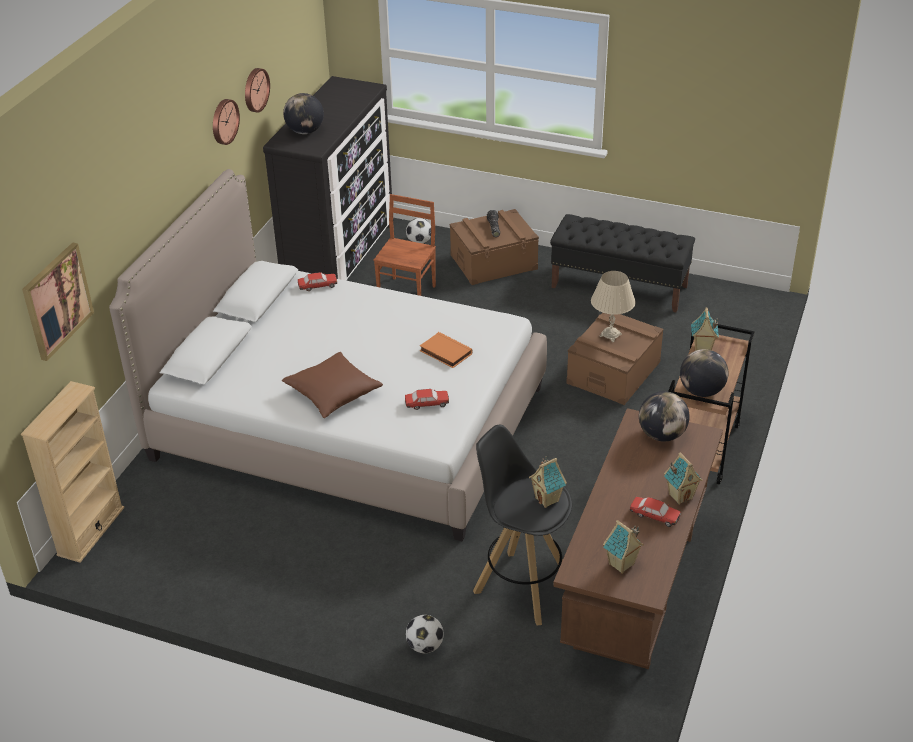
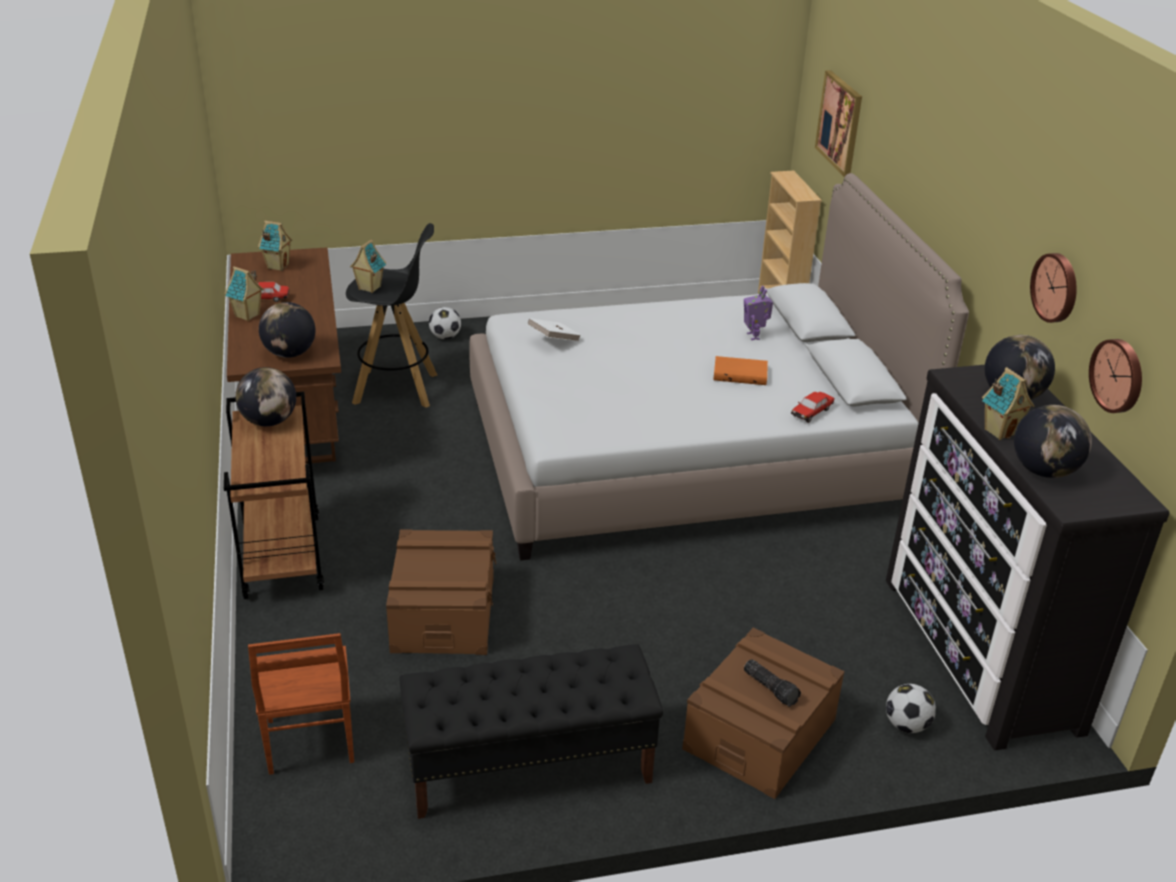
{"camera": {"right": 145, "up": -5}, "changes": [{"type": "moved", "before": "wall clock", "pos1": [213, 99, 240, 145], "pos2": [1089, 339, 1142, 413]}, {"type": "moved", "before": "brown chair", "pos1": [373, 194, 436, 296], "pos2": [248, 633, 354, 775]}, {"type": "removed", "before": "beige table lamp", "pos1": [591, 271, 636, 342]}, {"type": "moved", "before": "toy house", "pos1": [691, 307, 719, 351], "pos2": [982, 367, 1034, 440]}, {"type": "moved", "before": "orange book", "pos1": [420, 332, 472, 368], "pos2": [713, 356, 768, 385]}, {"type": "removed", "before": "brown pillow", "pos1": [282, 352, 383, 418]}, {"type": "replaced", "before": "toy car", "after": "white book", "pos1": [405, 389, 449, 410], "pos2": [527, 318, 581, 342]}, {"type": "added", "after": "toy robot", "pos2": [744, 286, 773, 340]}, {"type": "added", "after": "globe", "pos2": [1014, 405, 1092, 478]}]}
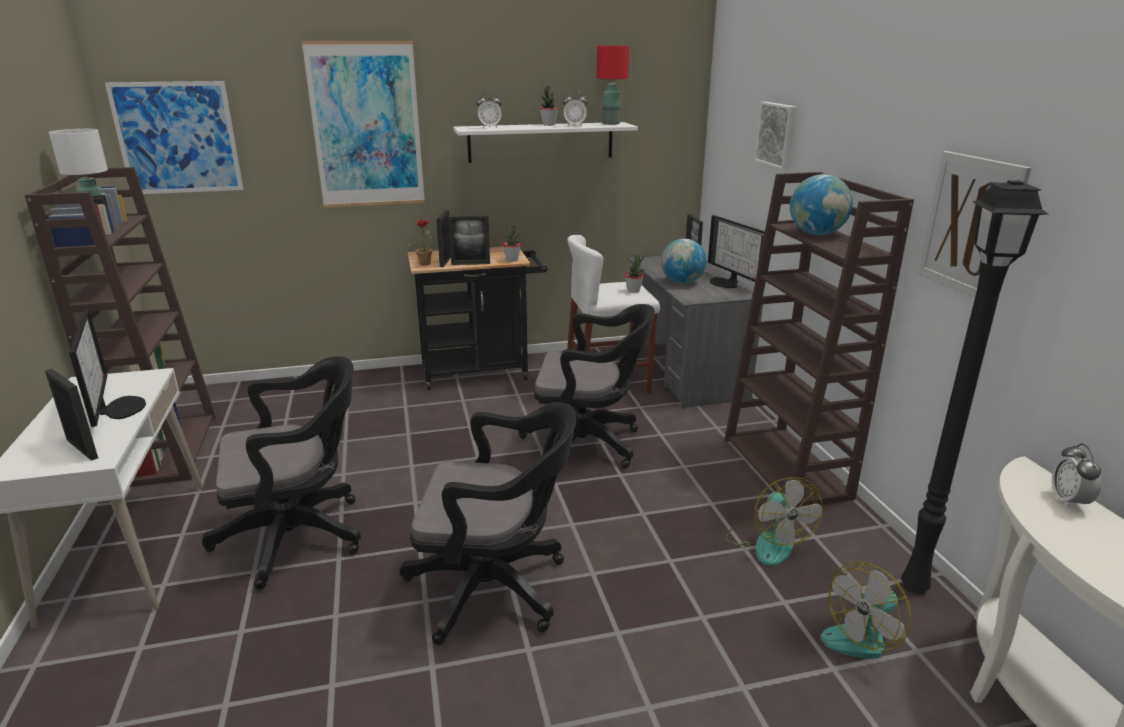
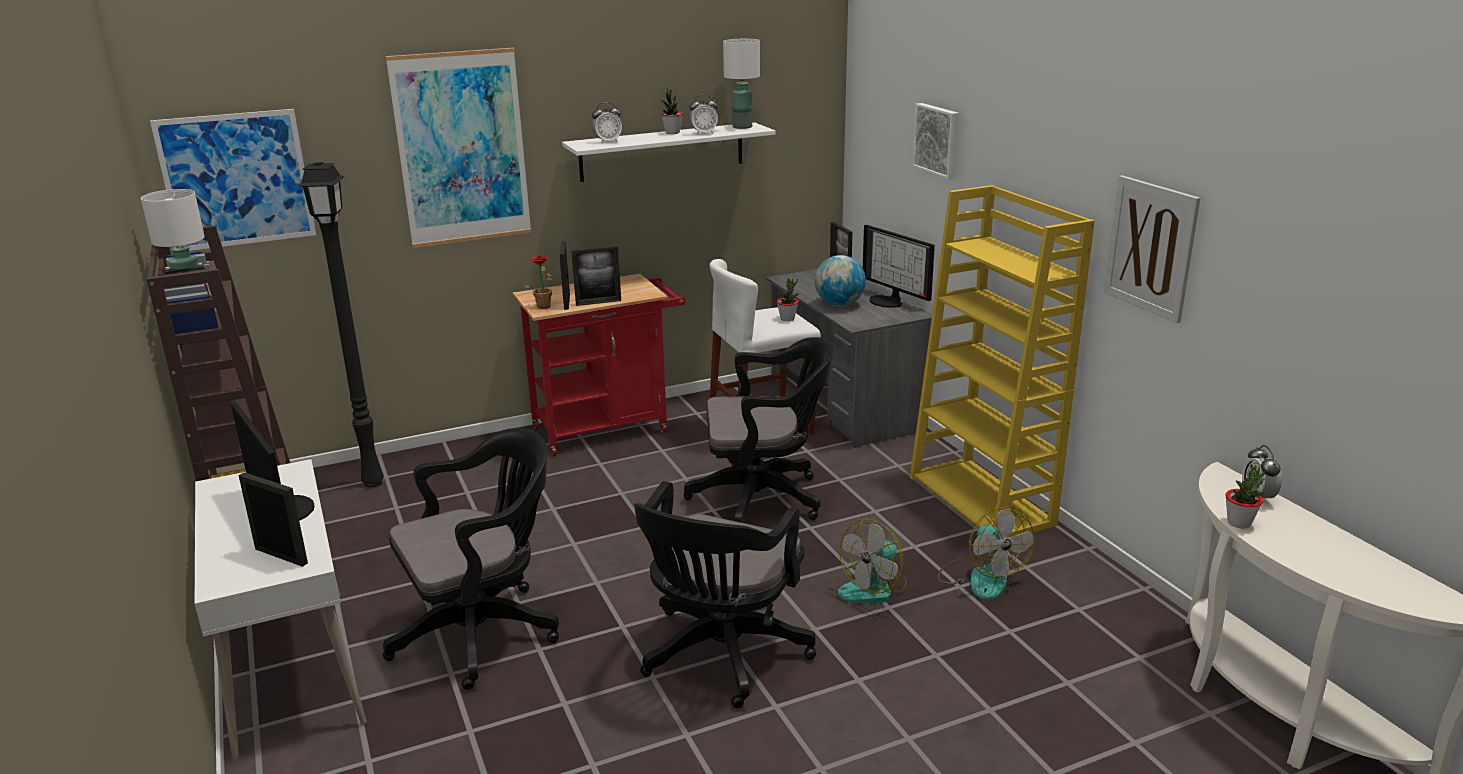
{"camera": {"right": -10, "up": 0}, "changes": [{"type": "recoloured", "before": "red table lamp", "after": "white table lamp", "pos1": [597, 46, 629, 125], "pos2": [723, 39, 760, 129]}, {"type": "recoloured", "before": "brown bookcase", "after": "yellow bookcase", "pos1": [725, 172, 914, 508], "pos2": [910, 185, 1095, 538]}, {"type": "removed", "before": "globe", "pos1": [790, 174, 853, 235]}, {"type": "moved", "before": "black floor lamp", "pos1": [901, 180, 1048, 594], "pos2": [298, 162, 384, 487]}, {"type": "moved", "before": "potted plant", "pos1": [502, 224, 521, 262], "pos2": [1225, 465, 1265, 528]}, {"type": "recoloured", "before": "black cart", "after": "red cart", "pos1": [408, 246, 548, 390], "pos2": [513, 274, 686, 456]}, {"type": "turned", "before": "black office chair", "pos1": [400, 402, 577, 645], "pos2": [634, 481, 816, 708], "turn": 120}, {"type": "moved", "before": "fan", "pos1": [821, 561, 911, 659], "pos2": [838, 519, 907, 604]}]}
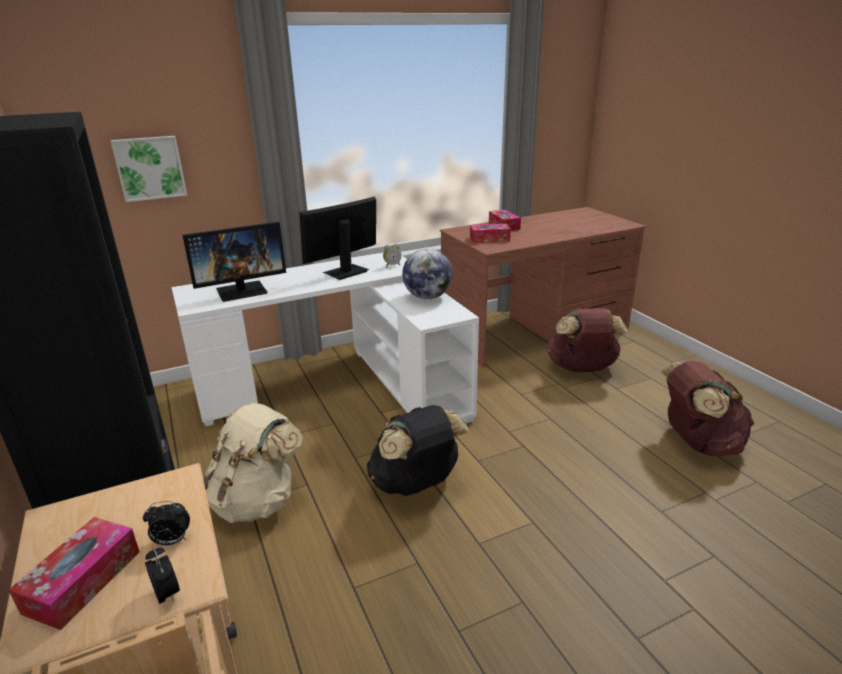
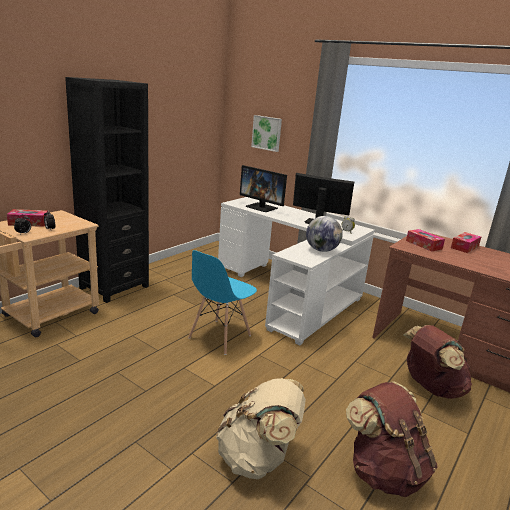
{"camera": {"right": 60, "up": -5}, "changes": [{"type": "moved", "before": "beige backpack", "pos1": [203, 402, 303, 523], "pos2": [216, 378, 306, 479]}, {"type": "replaced", "before": "black backpack", "after": "blue chair", "pos1": [367, 405, 469, 496], "pos2": [188, 250, 257, 355]}]}
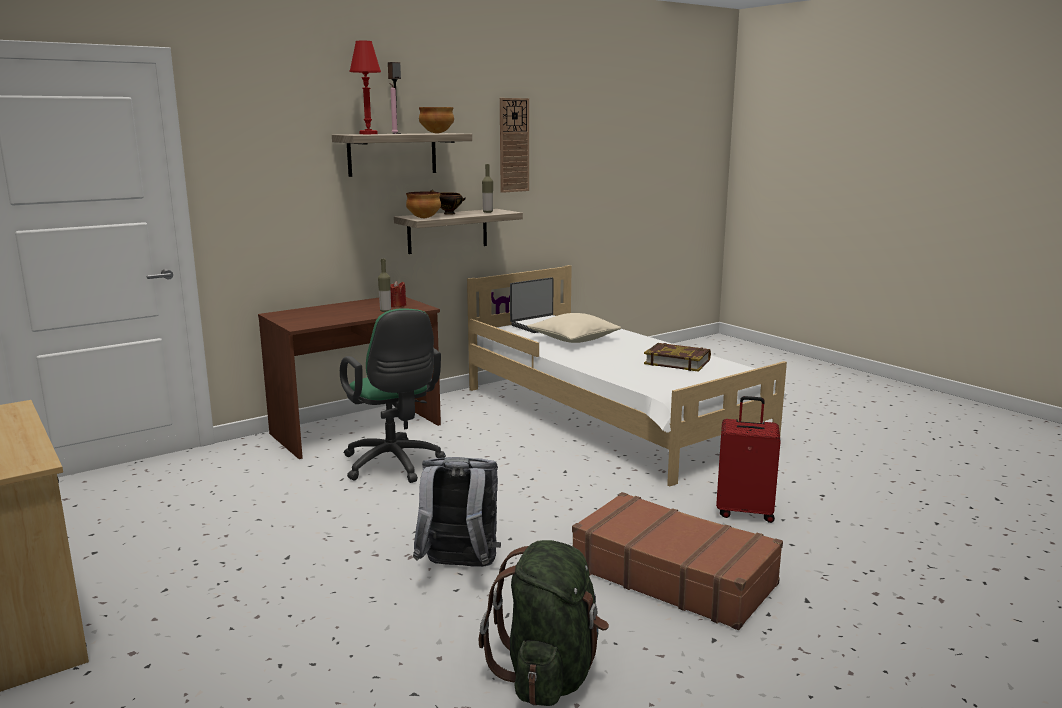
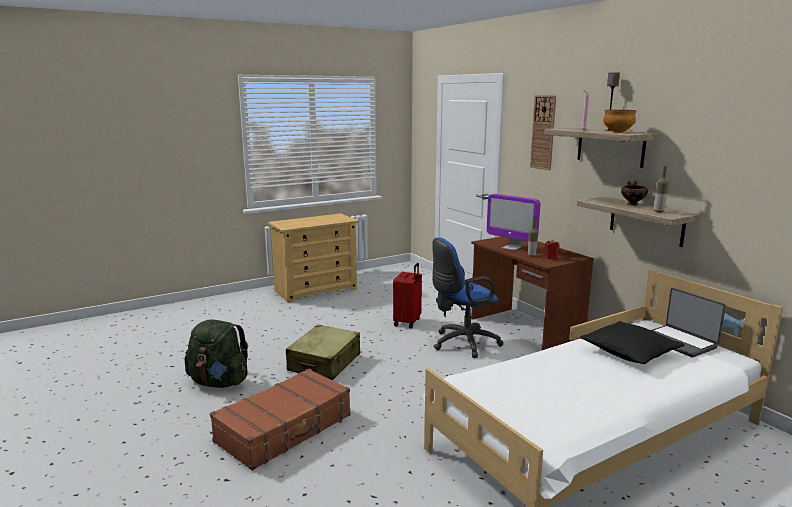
{"camera": {"right": 95, "up": 0}, "changes": [{"type": "removed", "before": "red table lamp", "pos1": [350, 41, 381, 134]}, {"type": "moved", "before": "wall clock", "pos1": [500, 98, 529, 193], "pos2": [530, 95, 556, 171]}, {"type": "removed", "before": "bowl", "pos1": [406, 192, 441, 218]}, {"type": "recoloured", "before": "green office chair", "after": "blue office chair", "pos1": [340, 308, 446, 483], "pos2": [432, 237, 504, 358]}, {"type": "recoloured", "before": "beige pillow", "after": "black pillow", "pos1": [527, 313, 621, 343], "pos2": [580, 321, 685, 364]}, {"type": "removed", "before": "book", "pos1": [644, 343, 711, 372]}, {"type": "moved", "before": "red suitcase", "pos1": [716, 396, 781, 523], "pos2": [393, 263, 422, 329]}, {"type": "replaced", "before": "grey backpack", "after": "beige suitcase", "pos1": [413, 457, 501, 567], "pos2": [286, 325, 360, 381]}, {"type": "added", "after": "monitor", "pos2": [487, 194, 540, 251]}]}
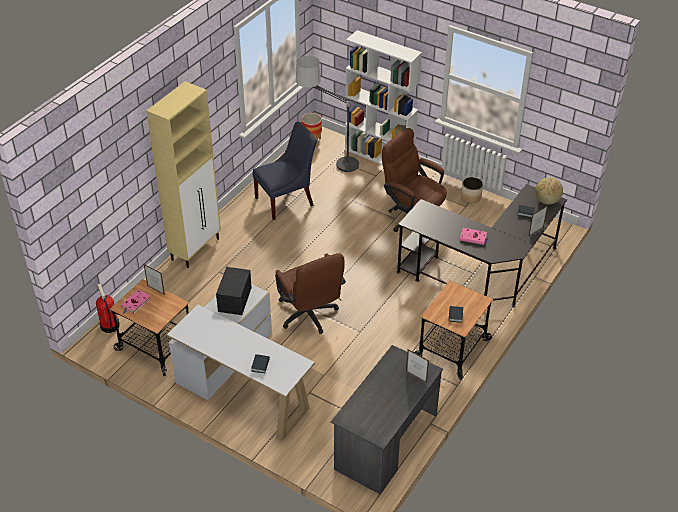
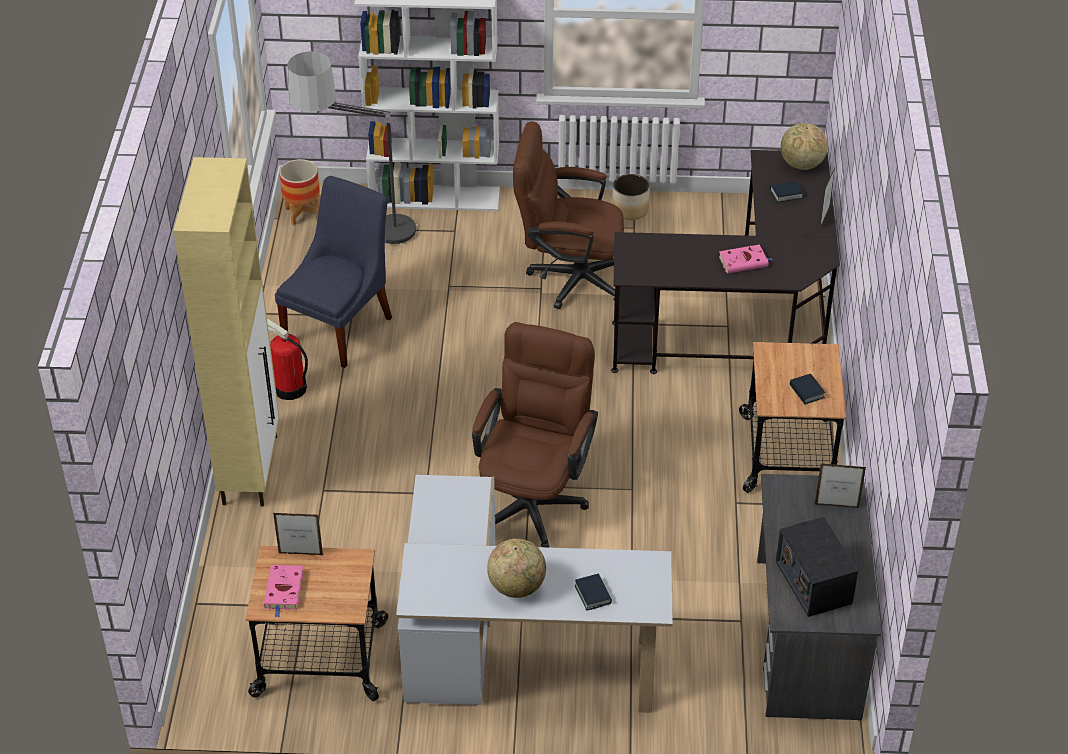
{"camera": {"right": -30, "up": 0}, "changes": [{"type": "turned", "before": "brown office chair", "pos1": [275, 253, 346, 334], "pos2": [472, 322, 598, 548], "turn": -105}, {"type": "moved", "before": "radio", "pos1": [216, 267, 252, 315], "pos2": [776, 517, 858, 617]}, {"type": "moved", "before": "fire extinguisher", "pos1": [96, 283, 120, 333], "pos2": [267, 318, 308, 400]}, {"type": "added", "after": "globe", "pos2": [487, 538, 546, 598]}]}
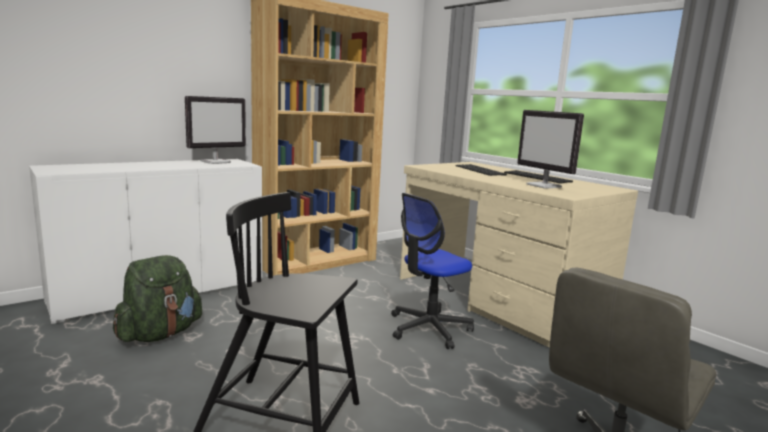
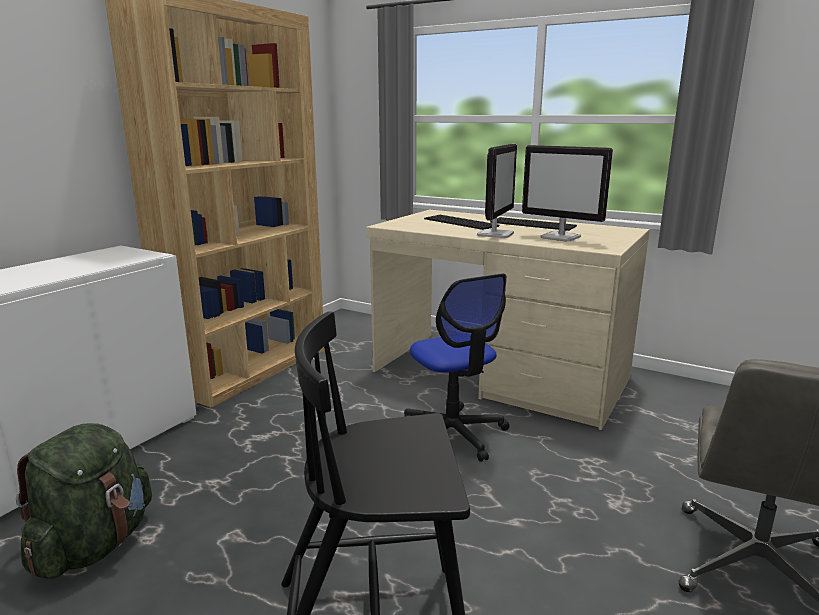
{"camera": {"right": -20, "up": 5}, "changes": [{"type": "moved", "before": "monitor", "pos1": [185, 96, 246, 164], "pos2": [477, 144, 517, 238]}, {"type": "turned", "before": "office chair", "pos1": [391, 193, 474, 349], "pos2": [404, 273, 510, 462], "turn": -60}]}
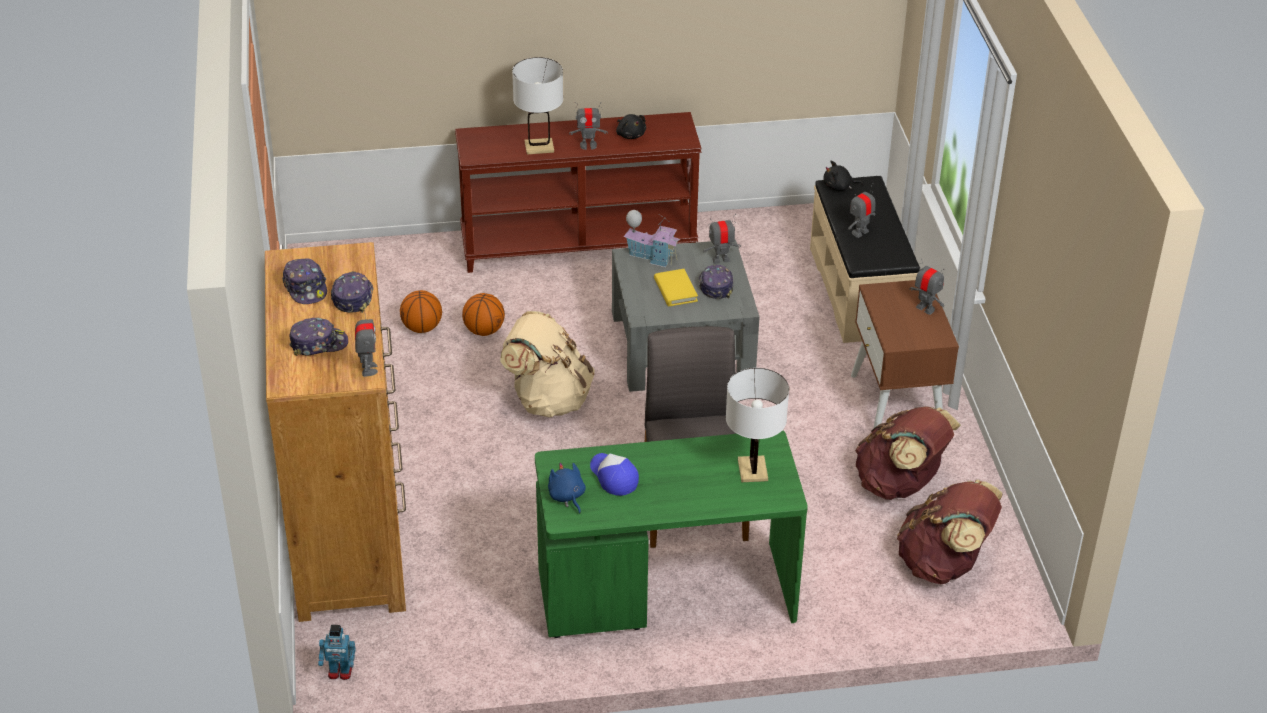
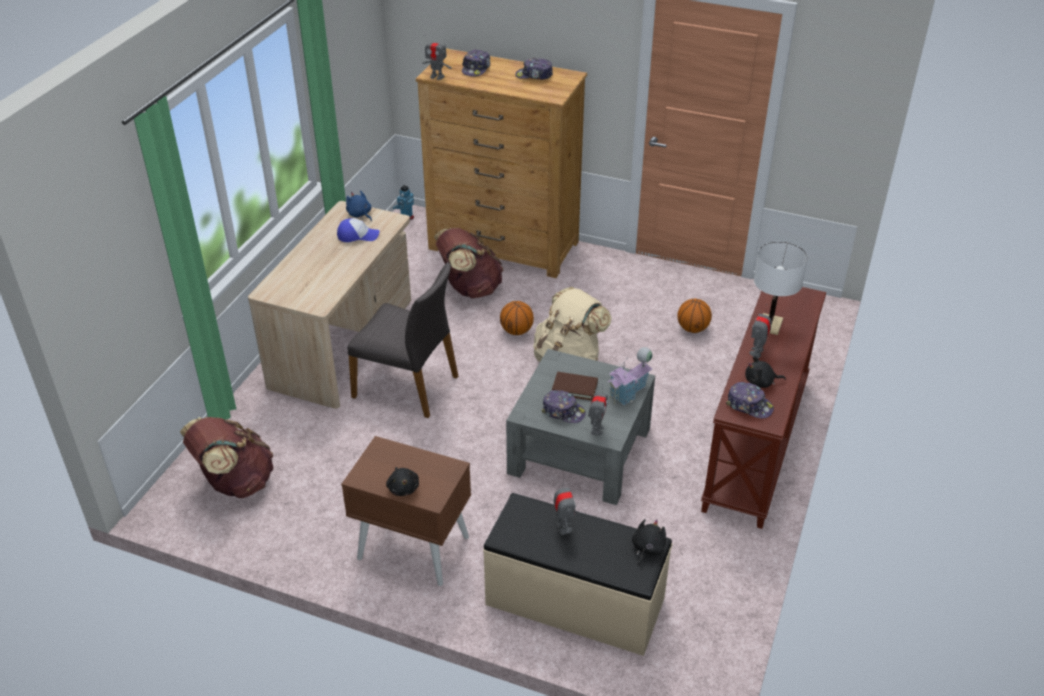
{"camera": {"right": 120, "up": 0}, "changes": [{"type": "replaced", "before": "toy robot", "after": "black plush toy", "pos1": [909, 258, 944, 315], "pos2": [386, 467, 419, 496]}, {"type": "recoloured", "before": "yellow book", "after": "brown book", "pos1": [654, 269, 698, 306], "pos2": [552, 372, 598, 401]}, {"type": "moved", "before": "cap", "pos1": [331, 271, 374, 313], "pos2": [726, 382, 774, 418]}, {"type": "moved", "before": "basketball", "pos1": [462, 293, 505, 336], "pos2": [500, 301, 534, 335]}, {"type": "removed", "before": "white table lamp", "pos1": [726, 368, 789, 482]}, {"type": "moved", "before": "brown backpack", "pos1": [855, 406, 961, 500], "pos2": [434, 228, 504, 298]}, {"type": "recoloured", "before": "green desk", "after": "beige desk", "pos1": [535, 430, 808, 638], "pos2": [248, 201, 411, 409]}, {"type": "turned", "before": "blue plush toy", "pos1": [548, 463, 586, 514], "pos2": [346, 190, 372, 221], "turn": -135}]}
